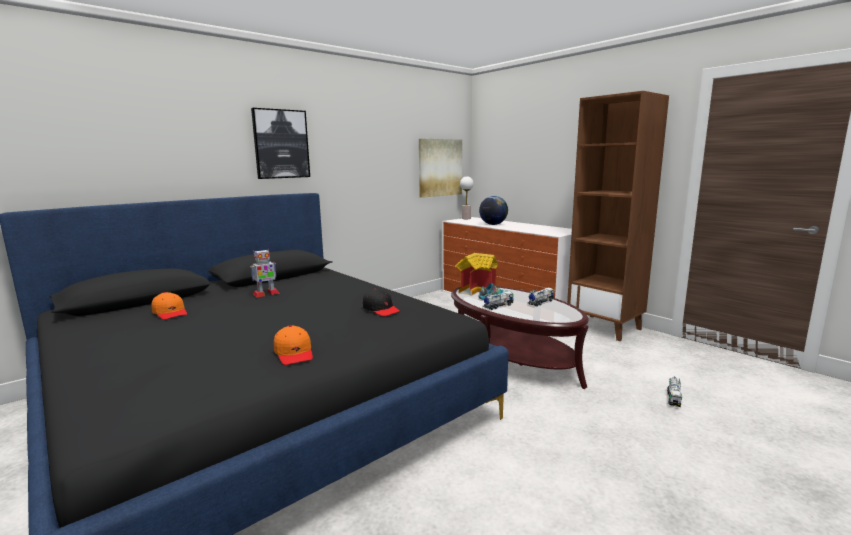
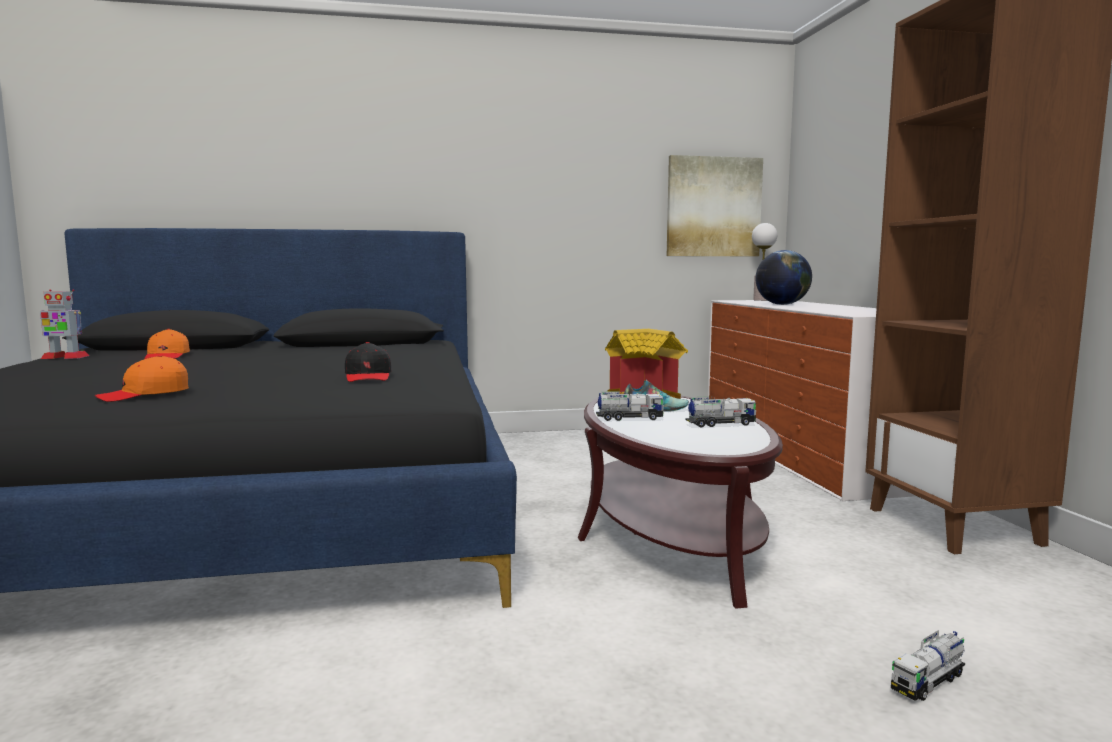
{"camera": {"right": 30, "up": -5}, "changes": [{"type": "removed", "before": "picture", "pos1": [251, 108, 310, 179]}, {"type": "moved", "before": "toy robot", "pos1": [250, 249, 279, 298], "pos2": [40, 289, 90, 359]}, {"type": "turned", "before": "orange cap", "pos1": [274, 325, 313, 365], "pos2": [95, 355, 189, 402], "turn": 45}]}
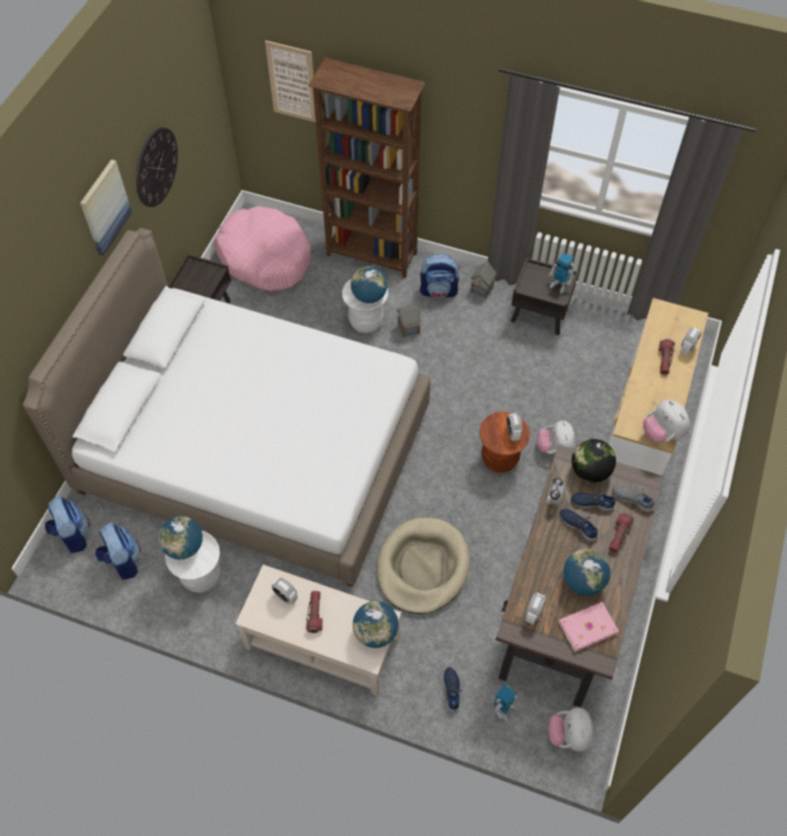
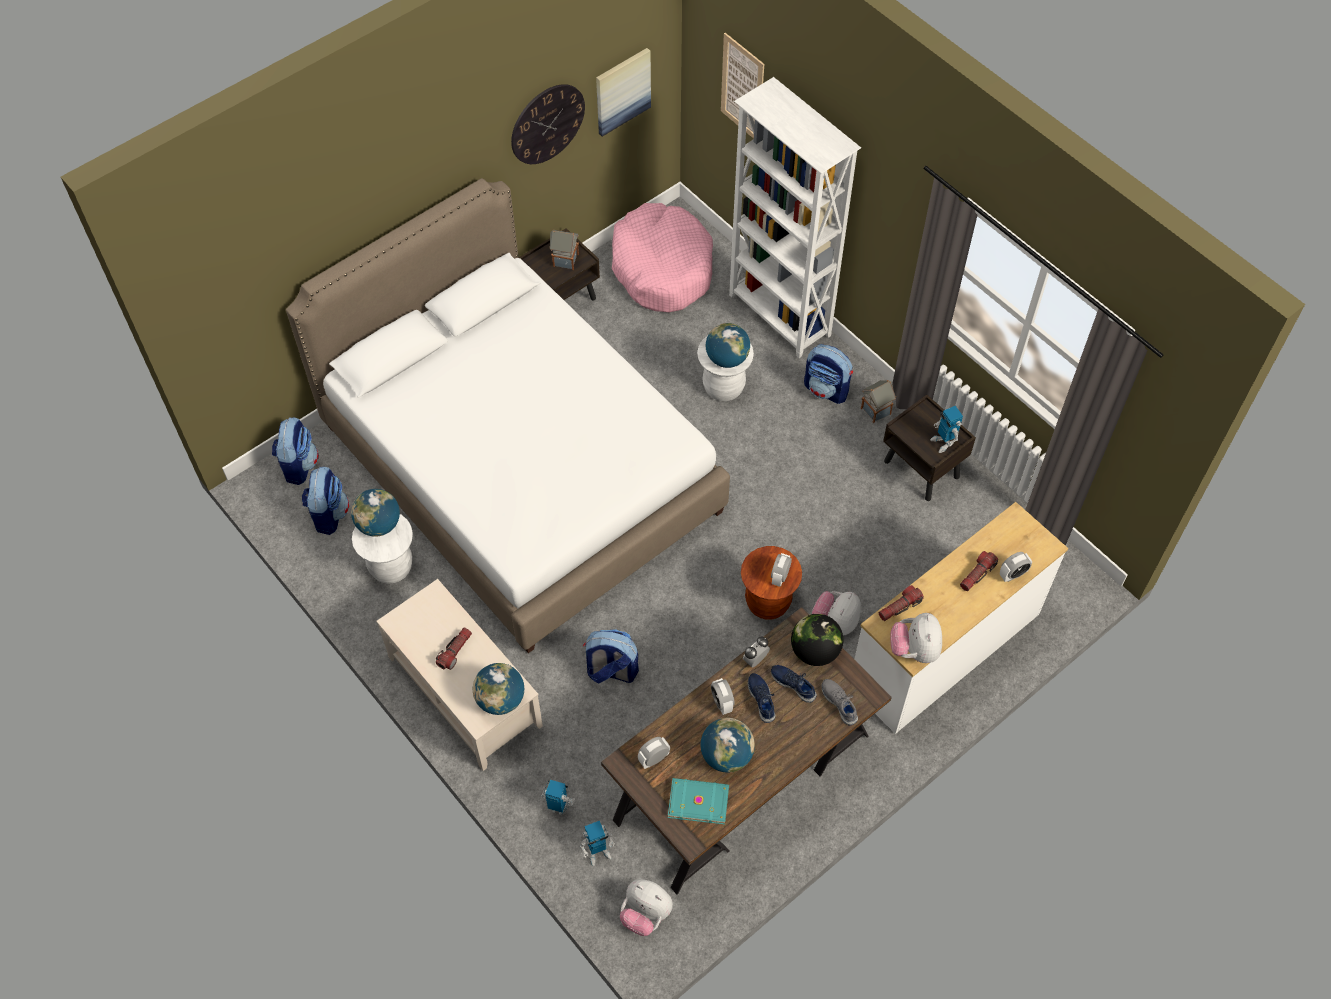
{"camera": {"right": 30, "up": 0}, "changes": [{"type": "recoloured", "before": "brown bookcase", "after": "white bookcase", "pos1": [308, 58, 426, 278], "pos2": [729, 77, 861, 358]}, {"type": "moved", "before": "picture", "pos1": [80, 159, 132, 255], "pos2": [596, 48, 651, 137]}, {"type": "moved", "before": "toy house", "pos1": [396, 305, 421, 338], "pos2": [549, 230, 579, 270]}, {"type": "moved", "before": "flashlight", "pos1": [609, 513, 634, 553], "pos2": [878, 585, 924, 621]}, {"type": "replaced", "before": "beige dog bed", "after": "backpack", "pos1": [377, 517, 470, 614], "pos2": [583, 629, 639, 684]}, {"type": "moved", "before": "alarm clock", "pos1": [272, 578, 297, 605], "pos2": [711, 678, 734, 715]}, {"type": "recoloured", "before": "pink book", "after": "turquoise book", "pos1": [558, 602, 619, 652], "pos2": [668, 778, 729, 824]}, {"type": "replaced", "before": "blue shoe", "after": "toy robot", "pos1": [443, 667, 462, 712], "pos2": [541, 780, 575, 815]}, {"type": "turned", "before": "plush toy", "pos1": [549, 707, 593, 752], "pos2": [620, 879, 673, 936], "turn": -90}]}
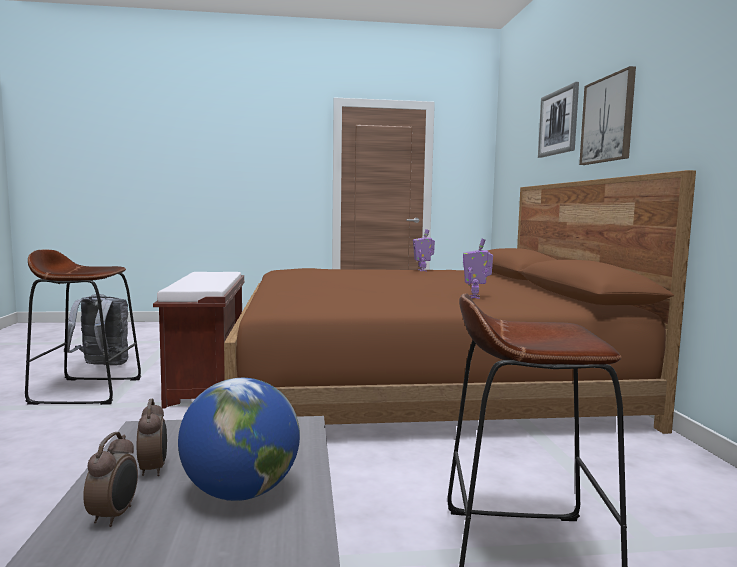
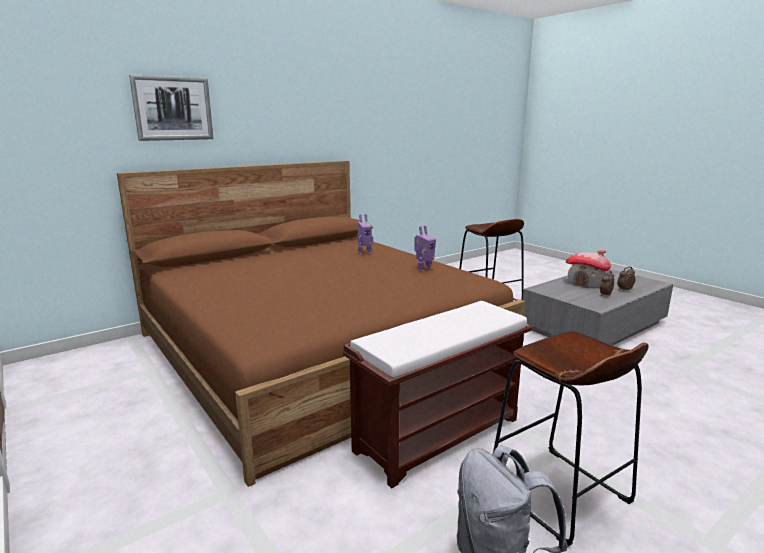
{"camera": {"right": -120, "up": 10}, "changes": [{"type": "removed", "before": "picture", "pos1": [579, 66, 636, 165]}, {"type": "moved", "before": "toy robot", "pos1": [413, 230, 435, 271], "pos2": [414, 226, 436, 272]}, {"type": "replaced", "before": "globe", "after": "toy house", "pos1": [178, 378, 300, 501], "pos2": [566, 250, 611, 288]}]}
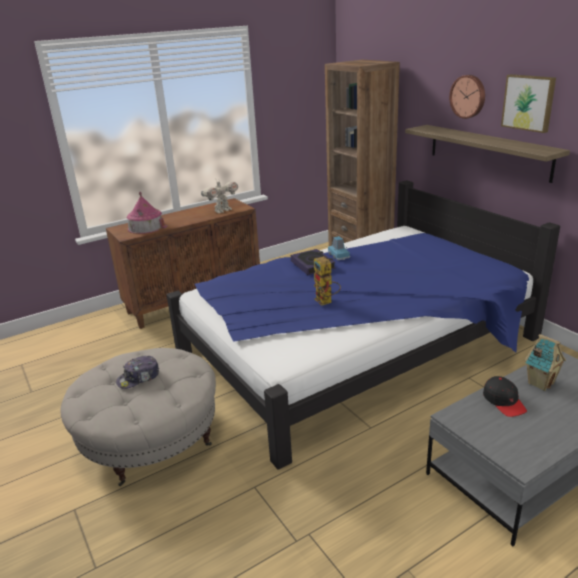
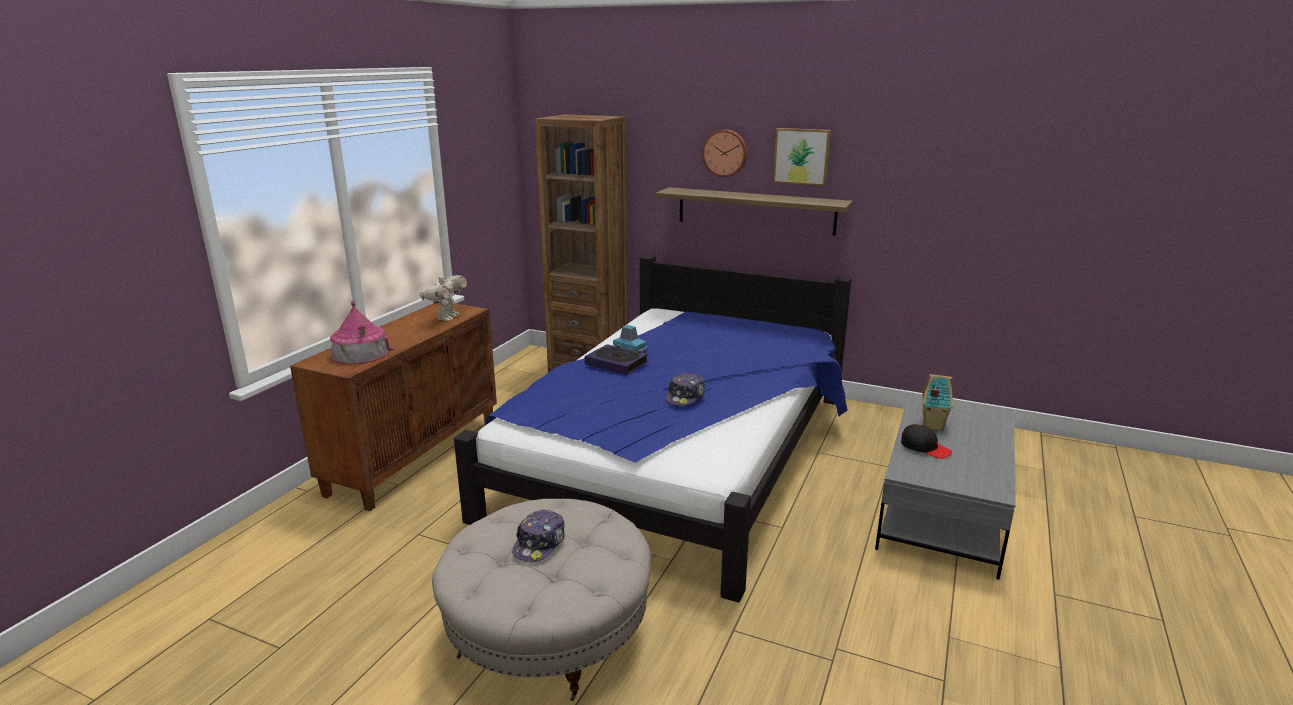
{"camera": {"right": -35, "up": -5}, "changes": [{"type": "replaced", "before": "toy robot", "after": "cap", "pos1": [314, 256, 341, 306], "pos2": [665, 373, 705, 406]}]}
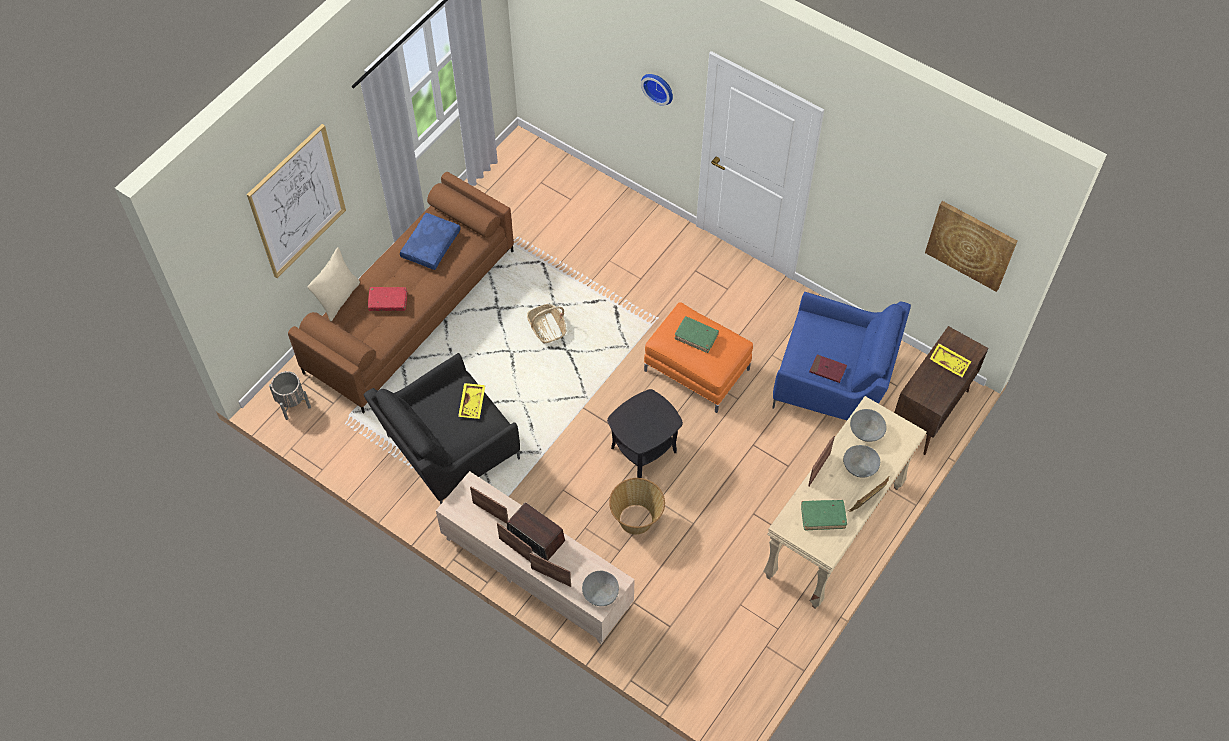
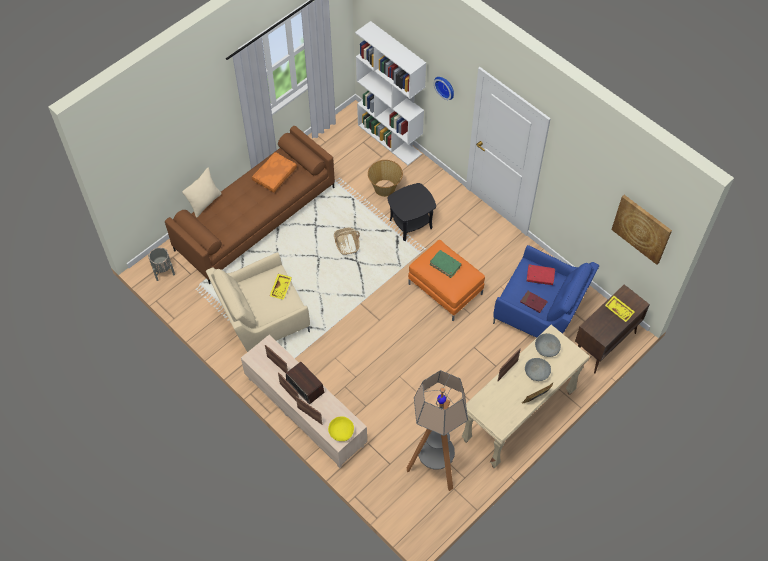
{"camera": {"right": 10, "up": 0}, "changes": [{"type": "removed", "before": "picture", "pos1": [247, 124, 346, 278]}, {"type": "recoloured", "before": "blue pillow", "after": "orange pillow", "pos1": [400, 213, 461, 270], "pos2": [252, 152, 297, 192]}, {"type": "moved", "before": "red book", "pos1": [368, 287, 407, 311], "pos2": [527, 265, 555, 285]}, {"type": "recoloured", "before": "black armchair", "after": "beige armchair", "pos1": [363, 353, 520, 505], "pos2": [206, 252, 310, 352]}, {"type": "moved", "before": "black side table", "pos1": [607, 389, 683, 478], "pos2": [388, 183, 436, 241]}, {"type": "moved", "before": "basket", "pos1": [609, 478, 665, 535], "pos2": [368, 160, 403, 197]}, {"type": "removed", "before": "green book", "pos1": [801, 500, 847, 531]}, {"type": "recoloured", "before": "grey bowl", "after": "yellow bowl", "pos1": [582, 571, 619, 606], "pos2": [328, 416, 354, 441]}, {"type": "added", "after": "white bookcase", "pos2": [355, 21, 426, 165]}, {"type": "added", "after": "floor lamp", "pos2": [407, 370, 468, 491]}]}
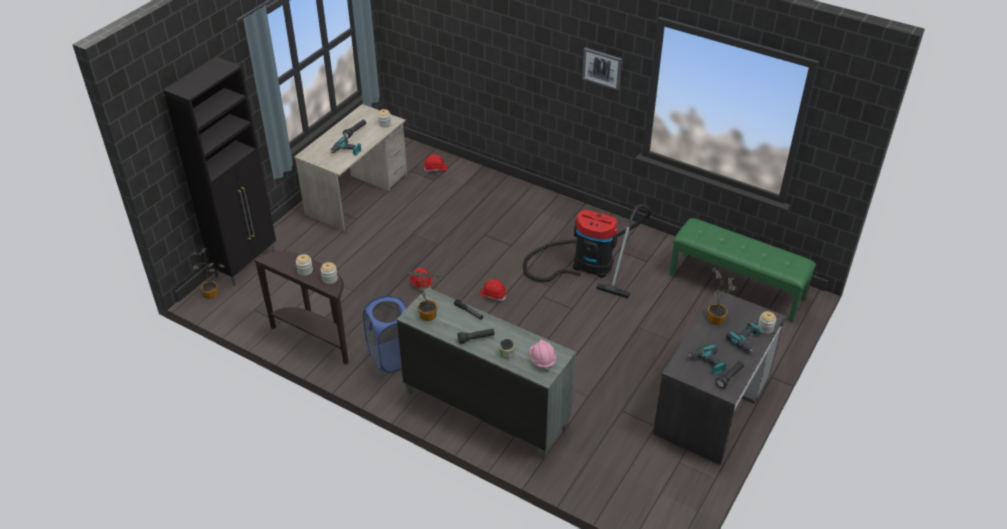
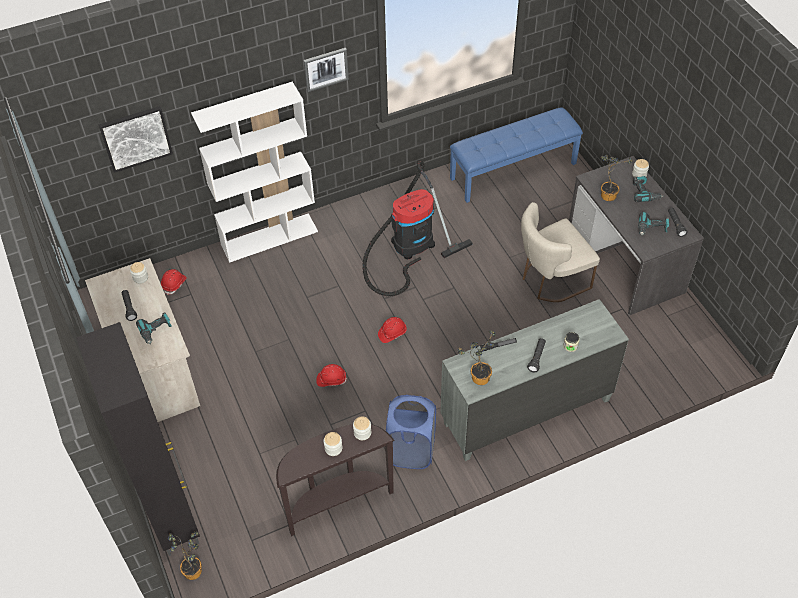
{"camera": {"right": -55, "up": 10}, "changes": [{"type": "recoloured", "before": "green bench", "after": "blue bench", "pos1": [669, 218, 816, 322], "pos2": [450, 108, 583, 203]}, {"type": "removed", "before": "pink hard hat", "pos1": [530, 340, 556, 371]}, {"type": "added", "after": "white bookcase", "pos2": [191, 82, 318, 263]}, {"type": "added", "after": "picture", "pos2": [99, 106, 173, 173]}, {"type": "added", "after": "beige chair", "pos2": [521, 202, 600, 302]}]}
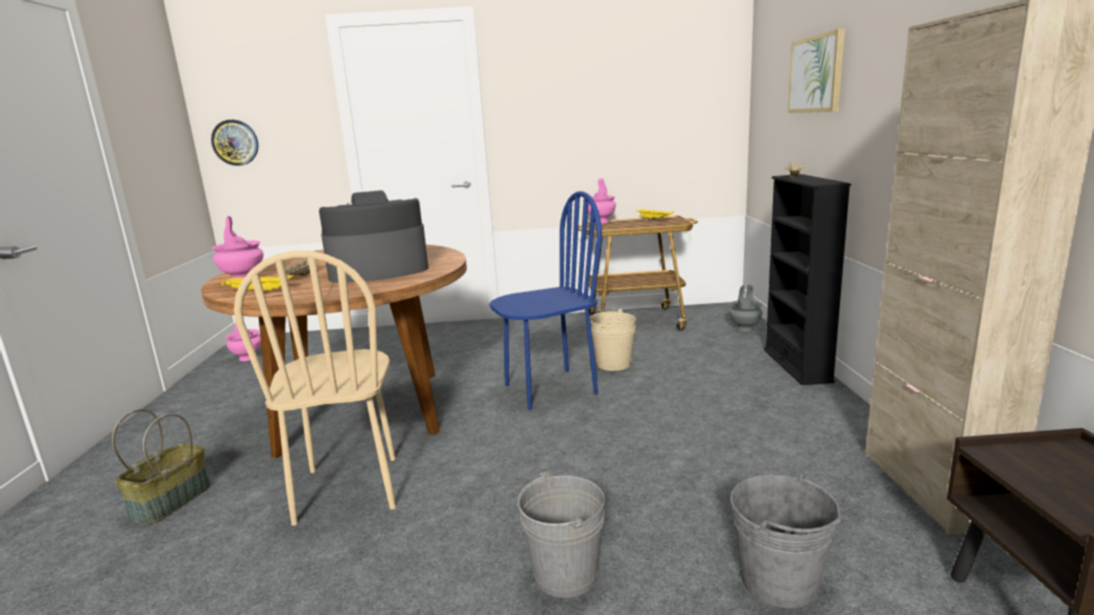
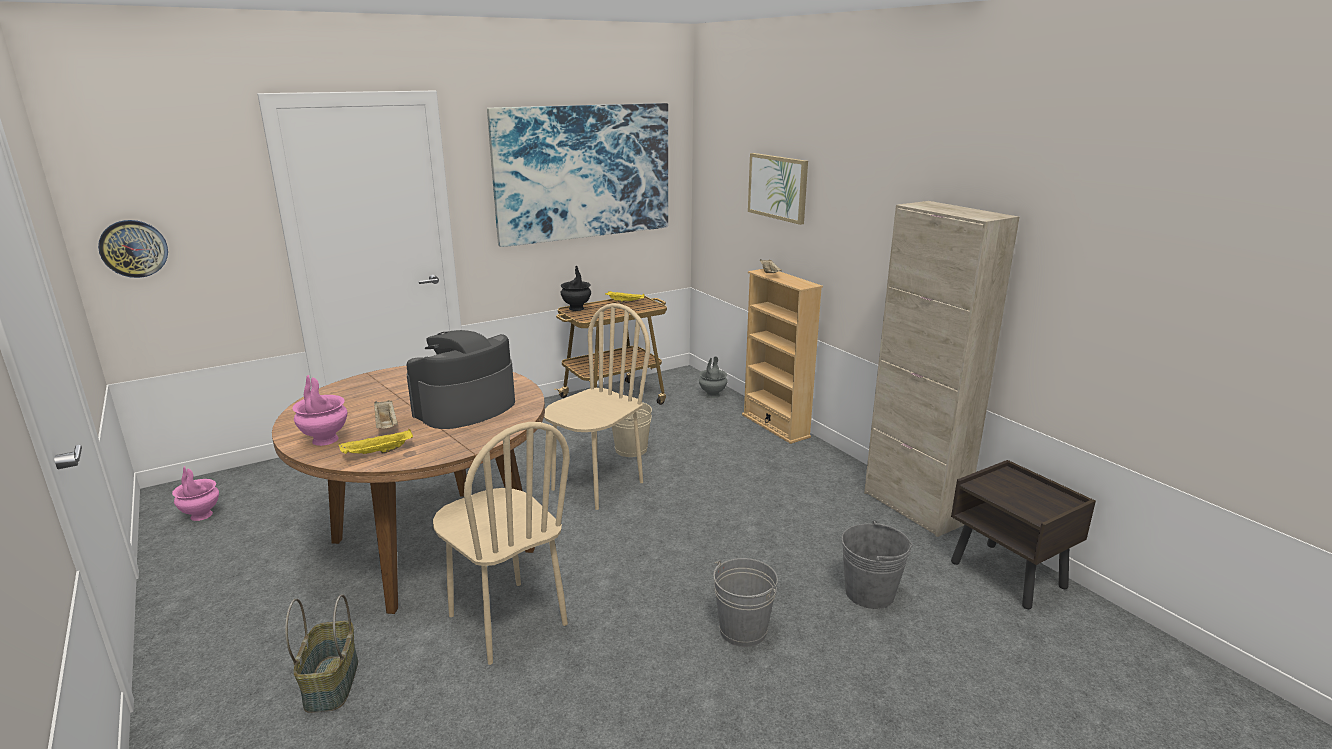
{"camera": {"right": -30, "up": 5}, "changes": [{"type": "recoloured", "before": "black bookcase", "after": "beige bookcase", "pos1": [764, 174, 851, 385], "pos2": [742, 269, 823, 444]}, {"type": "recoloured", "before": "pink vase", "after": "black vase", "pos1": [588, 178, 616, 223], "pos2": [561, 266, 591, 311]}, {"type": "recoloured", "before": "blue chair", "after": "beige chair", "pos1": [489, 191, 602, 410], "pos2": [544, 303, 650, 510]}, {"type": "added", "after": "picture", "pos2": [487, 103, 668, 247]}]}
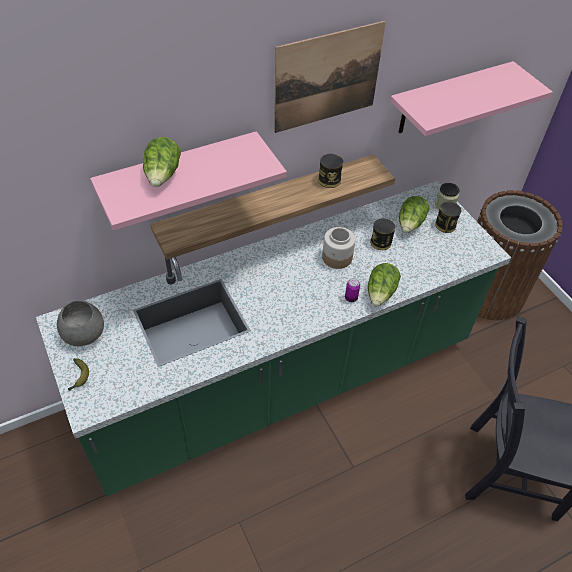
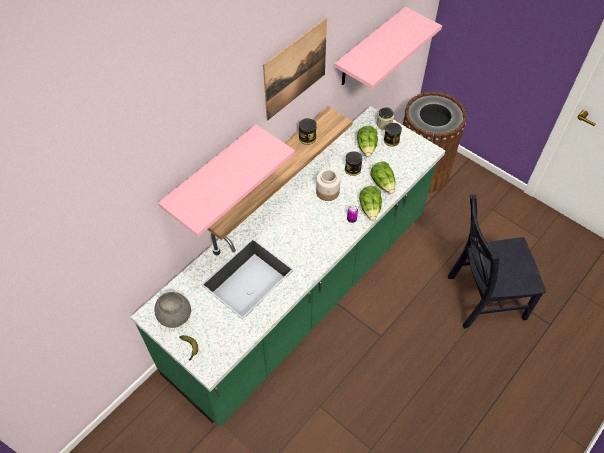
{"camera": {"right": -20, "up": 5}, "changes": [{"type": "moved", "before": "lettuce", "pos1": [143, 137, 181, 187], "pos2": [370, 162, 395, 194]}]}
